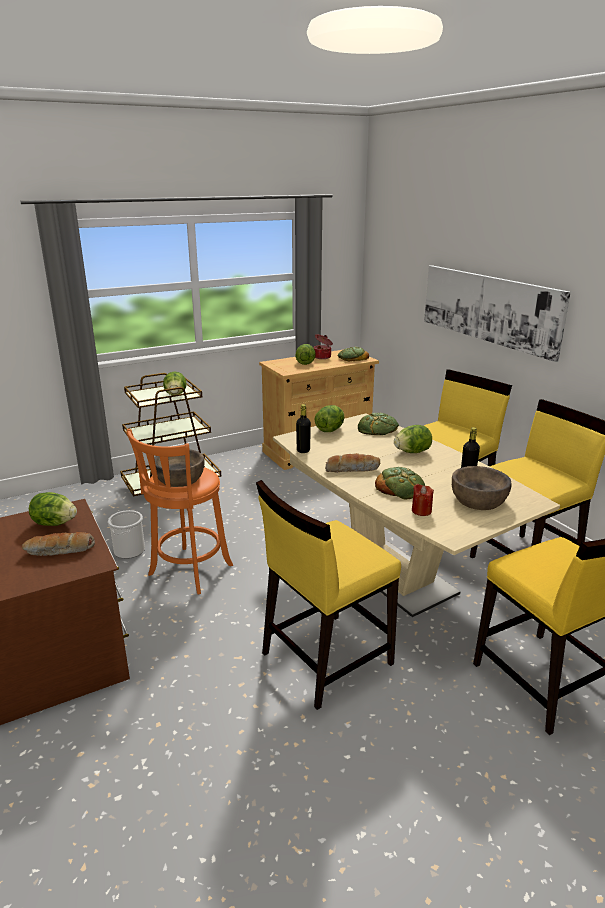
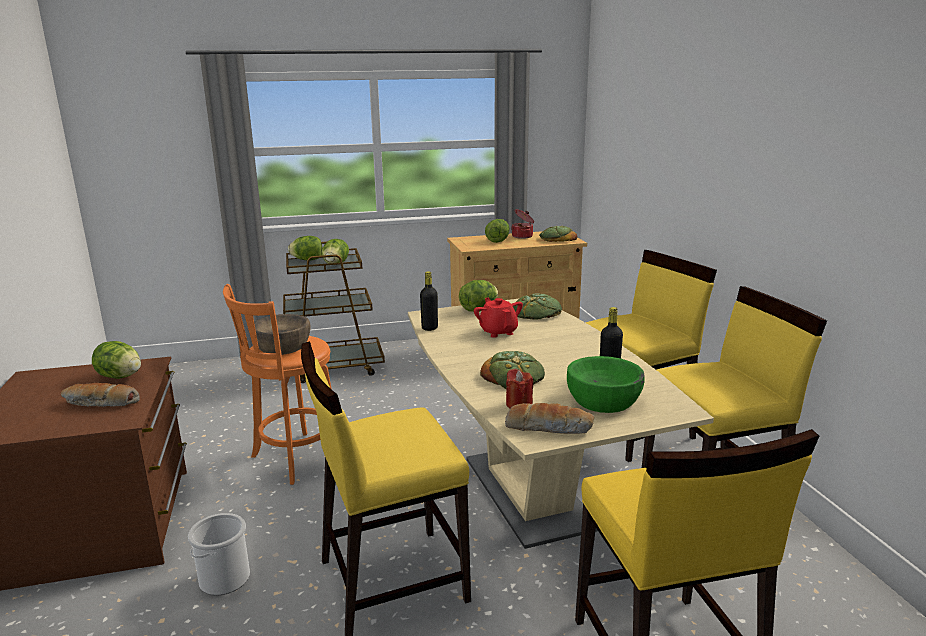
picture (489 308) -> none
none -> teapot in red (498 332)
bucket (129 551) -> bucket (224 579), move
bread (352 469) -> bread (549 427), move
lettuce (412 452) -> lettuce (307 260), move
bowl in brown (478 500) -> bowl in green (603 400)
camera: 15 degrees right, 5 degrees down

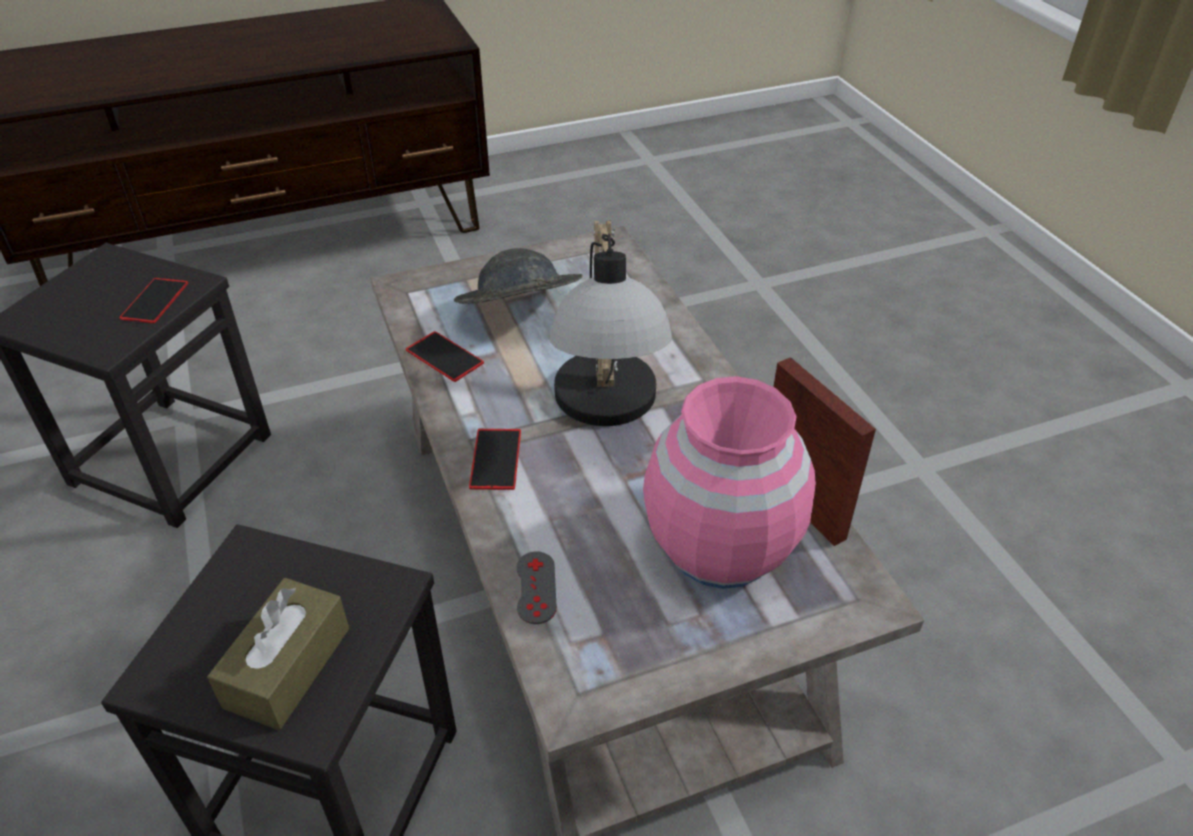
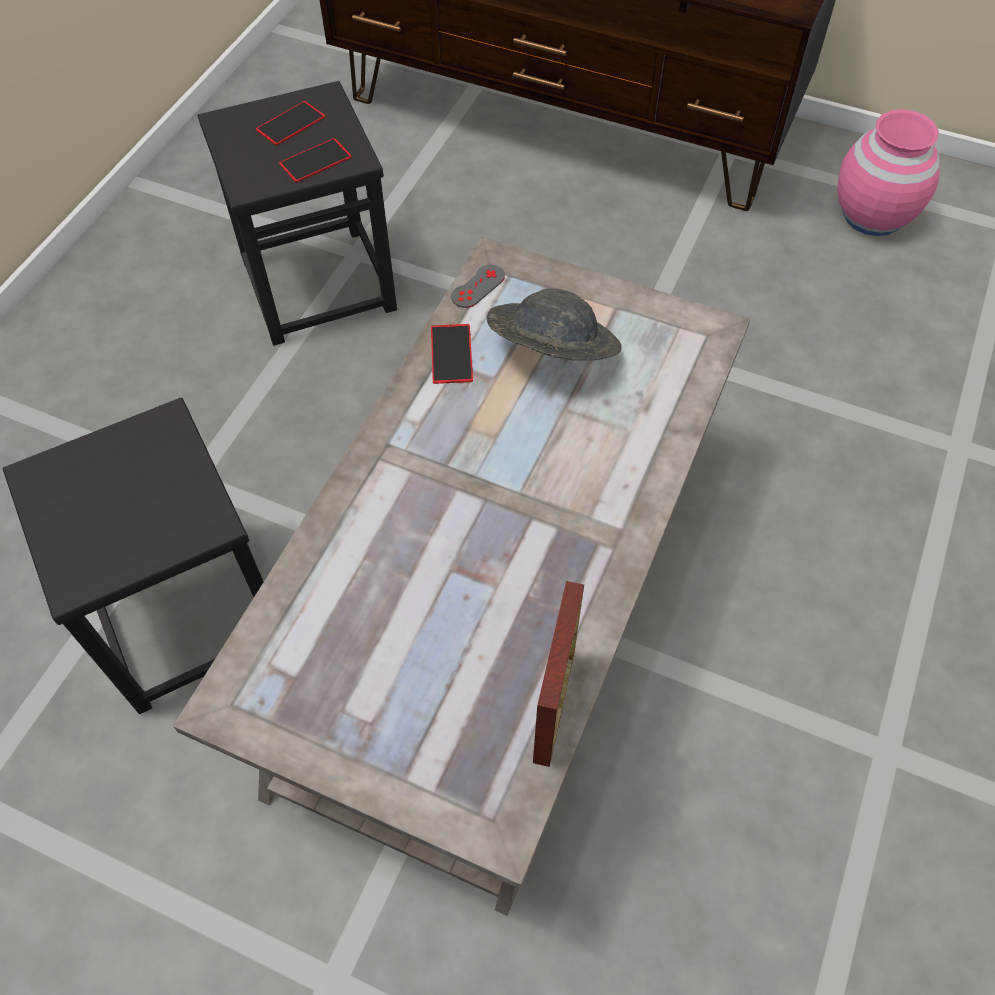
tissue box in brown (288 667) -> none
table lamp (607 412) -> none
phone (496 459) -> phone (290 123), move
game controller in grey (536 587) -> game controller in grey (478 286), move
vase in pink (721 547) -> vase in pink (873 215), move
camera: 45 degrees right, 15 degrees up

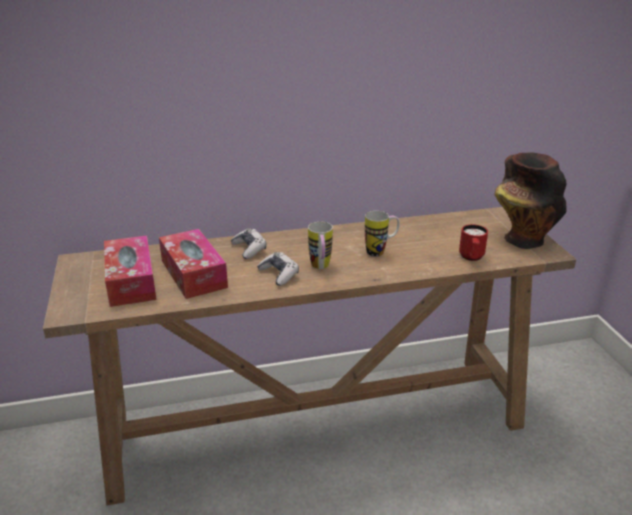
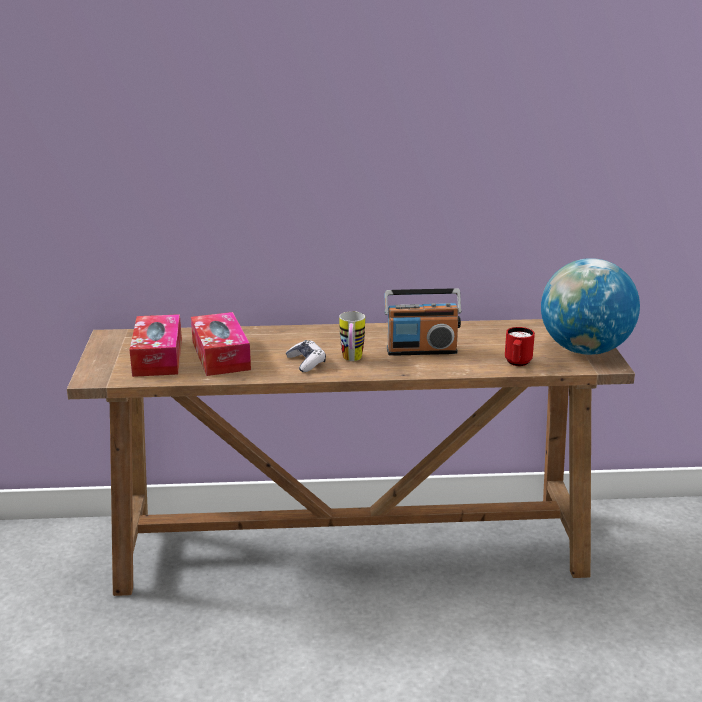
game controller (249 249) -> none
mug (380 251) -> radio (421 350)
vase (522 239) -> globe (584 350)
camera: 10 degrees right, 5 degrees down

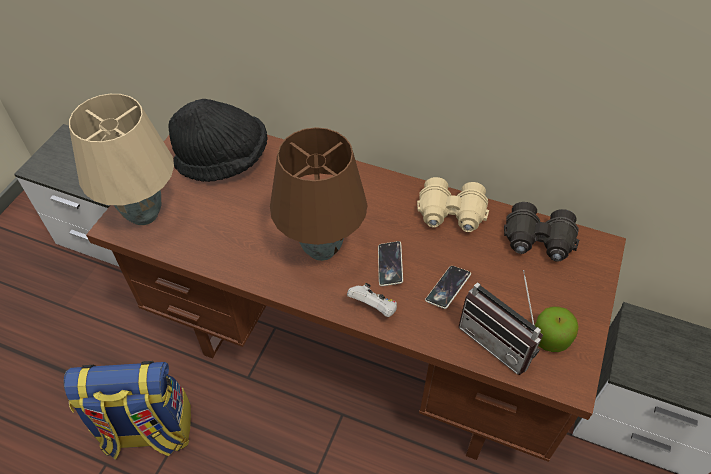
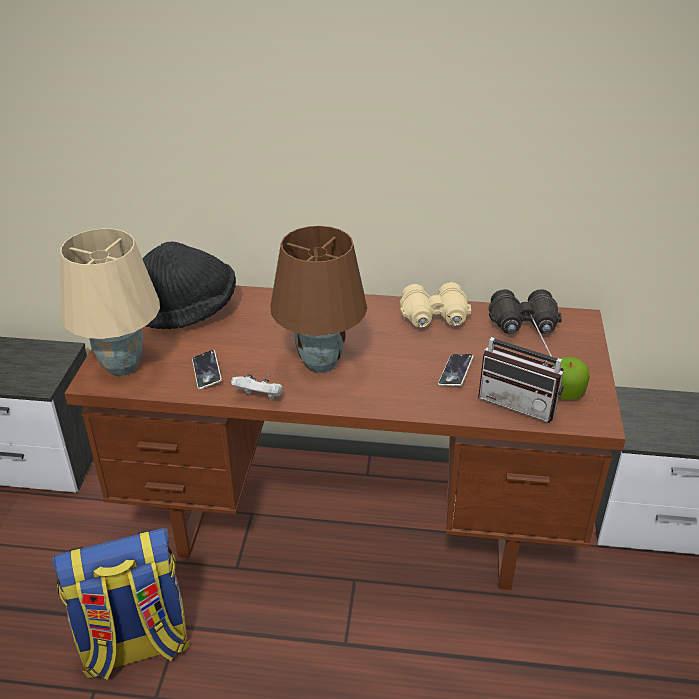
game controller in white (374 308) -> game controller in white (260 397), move
phone (390 265) -> phone (206 372), move
camera: 15 degrees left, 15 degrees down

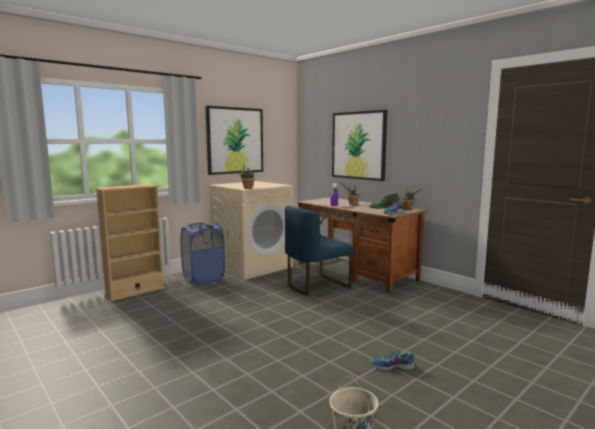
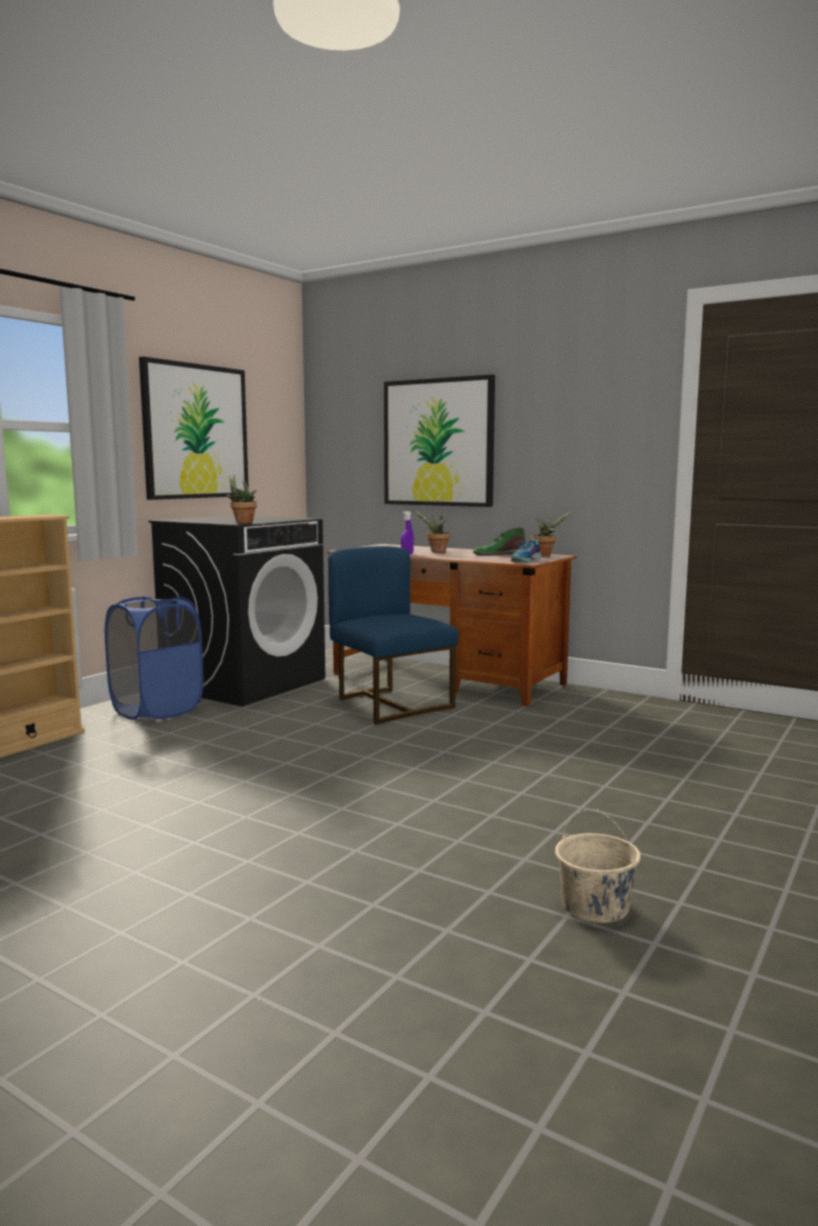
shoe (392 366) -> none
washing machine in beige (252 266) -> washing machine in black (245 683)
chair in blue (316 285) -> chair in blue (390 704), 105 degrees clockwise
camera: 15 degrees left, 0 degrees up

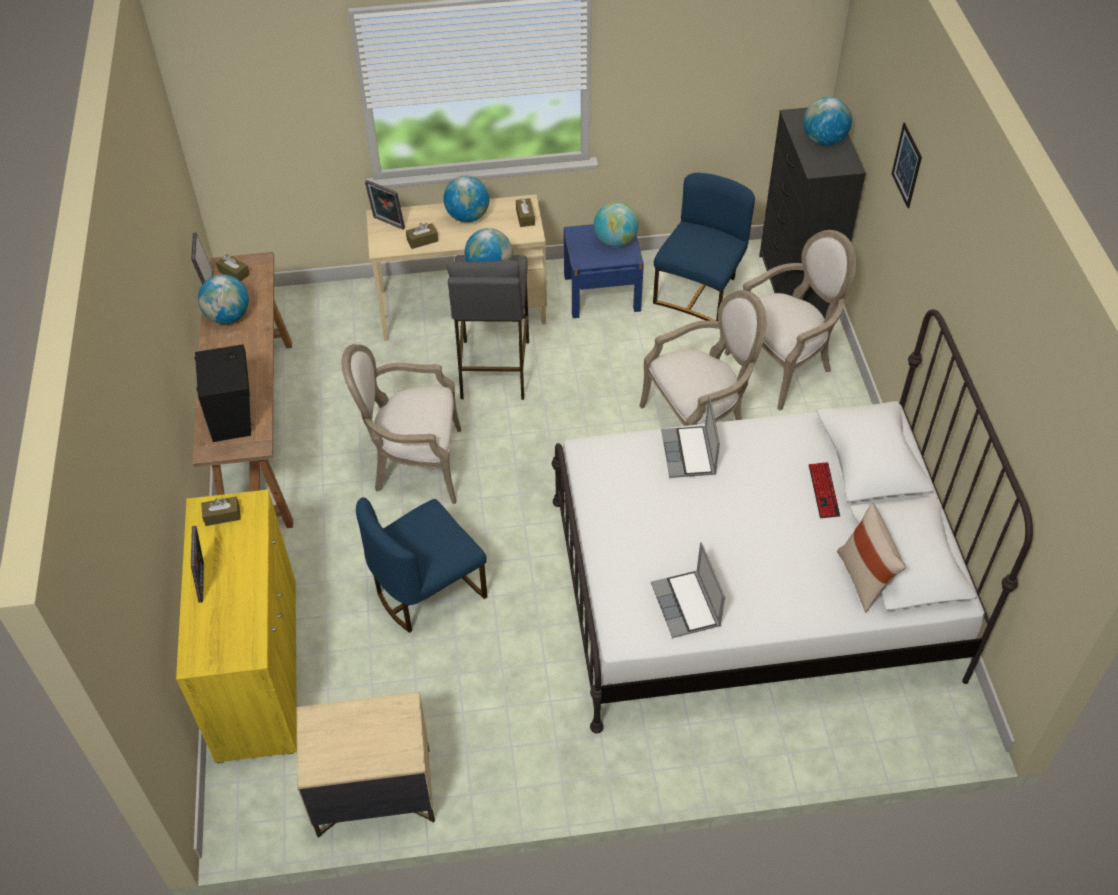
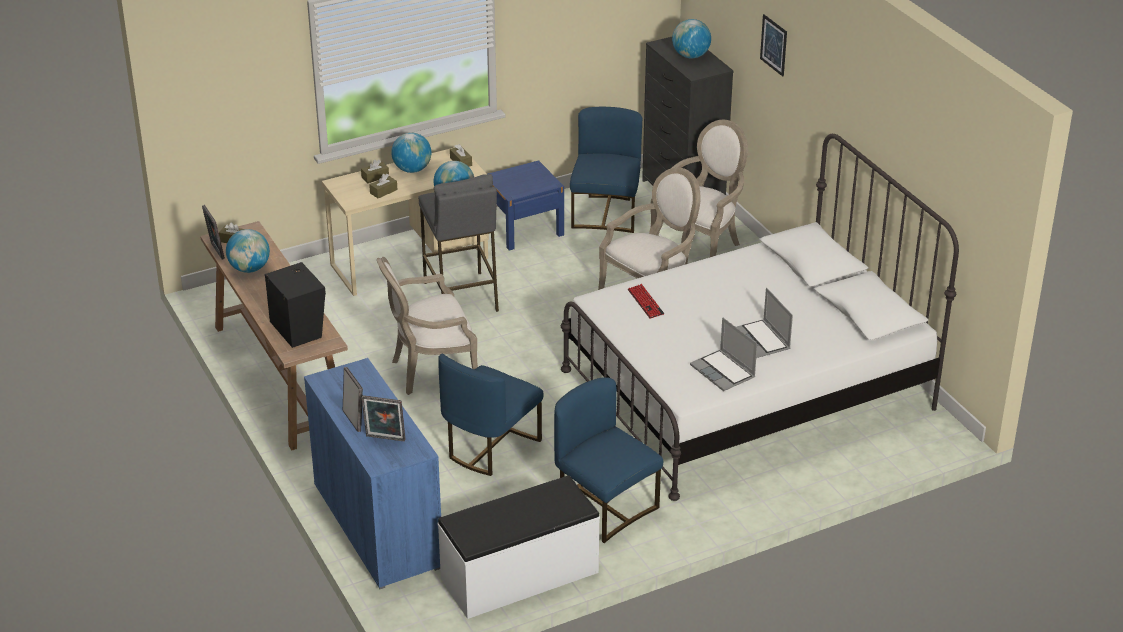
globe (615 241) -> none
pillow in beige (864 578) -> none
none -> chair in blue (605 506)
tissue box in brown (222 515) -> tissue box in brown (375 177), move
picture frame (387 224) -> picture frame (385 439), move
laptop (689 454) -> laptop (761 340), move
keyboard (823 491) -> keyboard (645 302), move
nightstand in beige (373 793) -> bench in white (520 576)
cabinet in yellow (258 669) -> cabinet in blue (378 526)
camera: 20 degrees left, 15 degrees down

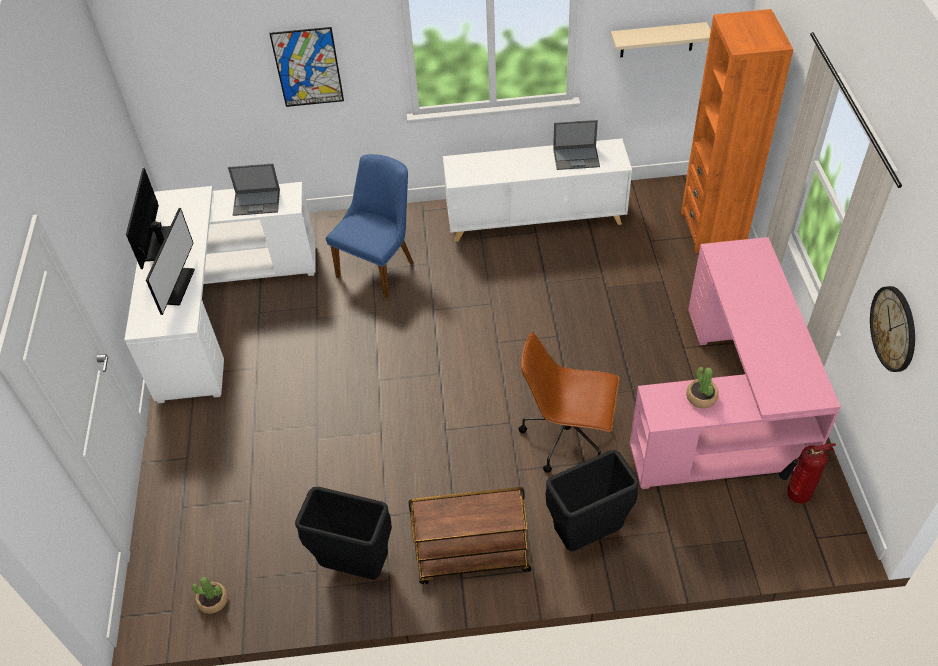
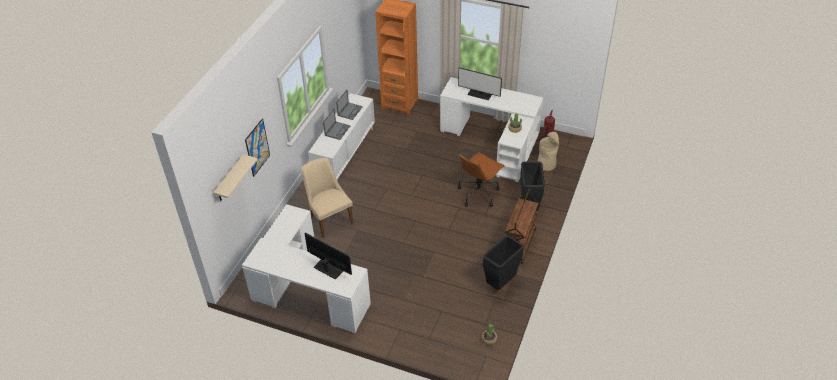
wall clock (893 328) -> none
none -> trash can in beige (546 164)
monitor (158 244) -> monitor (479 94), move
laptop (257 202) -> laptop (337 130), move
shelf in beige (657 40) -> shelf in beige (230 179), move
chair in blue (380 265) -> chair in beige (328 218)
desk in pink (730 407) -> desk in white (495 141)
camera: 65 degrees left, 5 degrees down

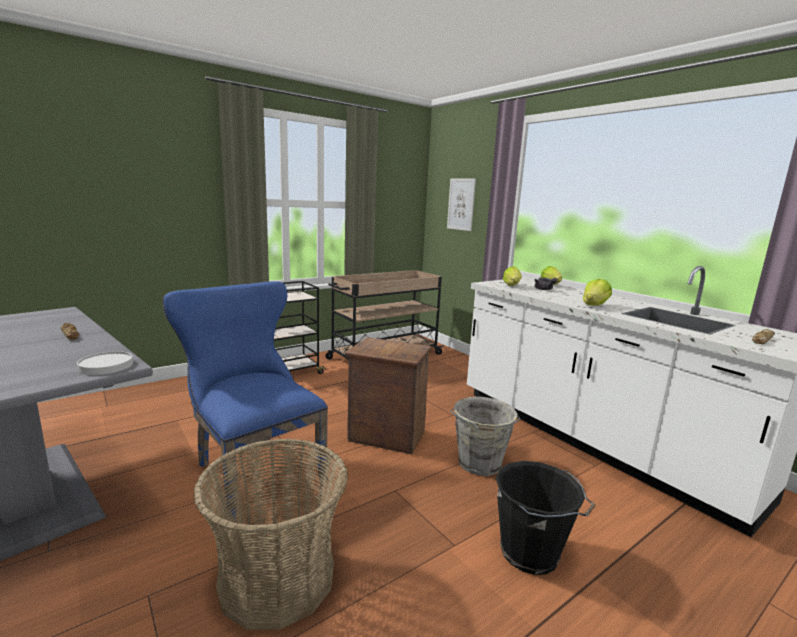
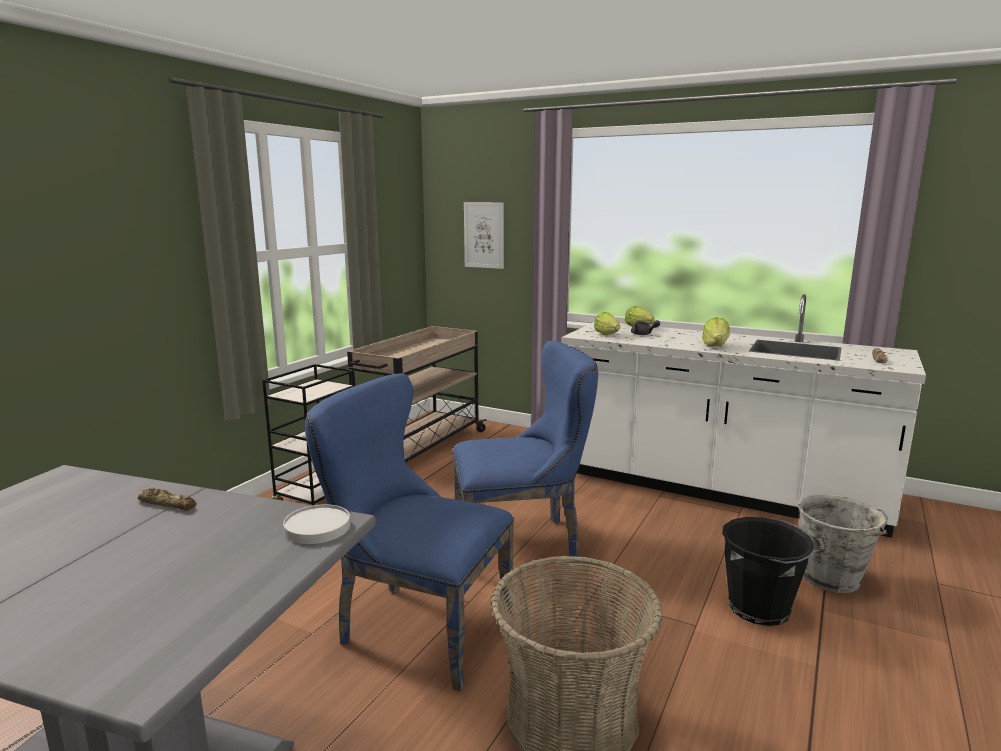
bucket in grey (479 464) -> bucket in grey (832 579), move
crate (386 435) -> chair in blue (523 541)
camera: 25 degrees left, 0 degrees up

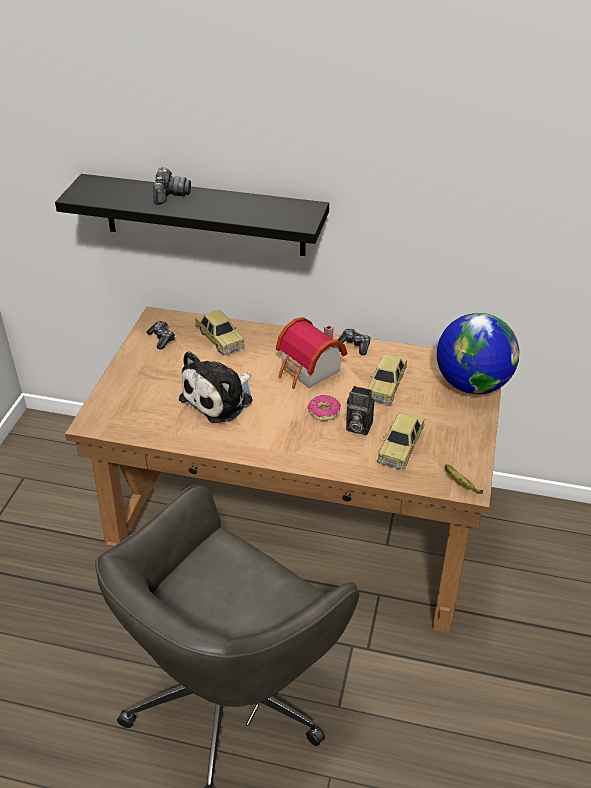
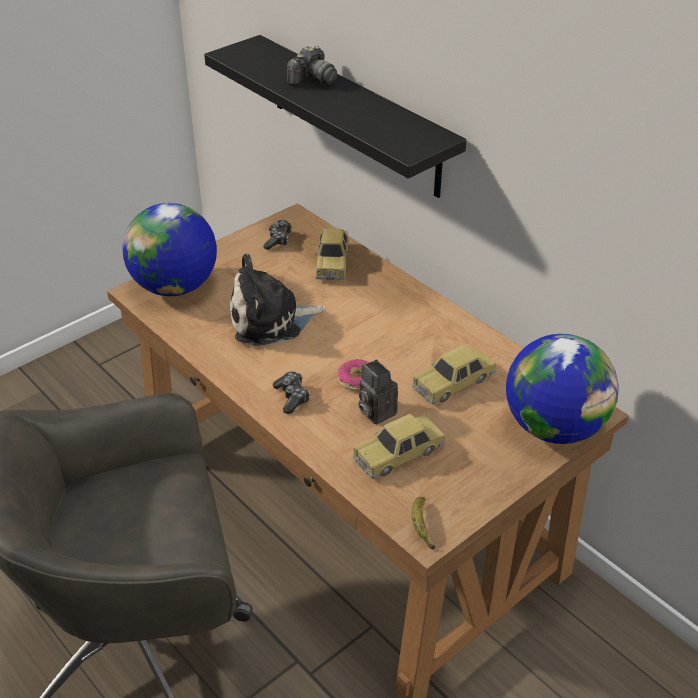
toy house (309 371) -> none
none -> globe (175 287)
game controller (354 345) -> game controller (292 397), move
camera: 35 degrees right, 0 degrees up

